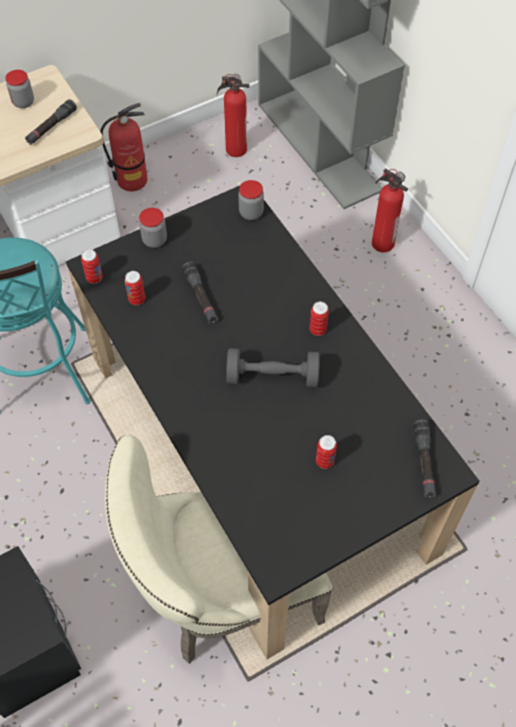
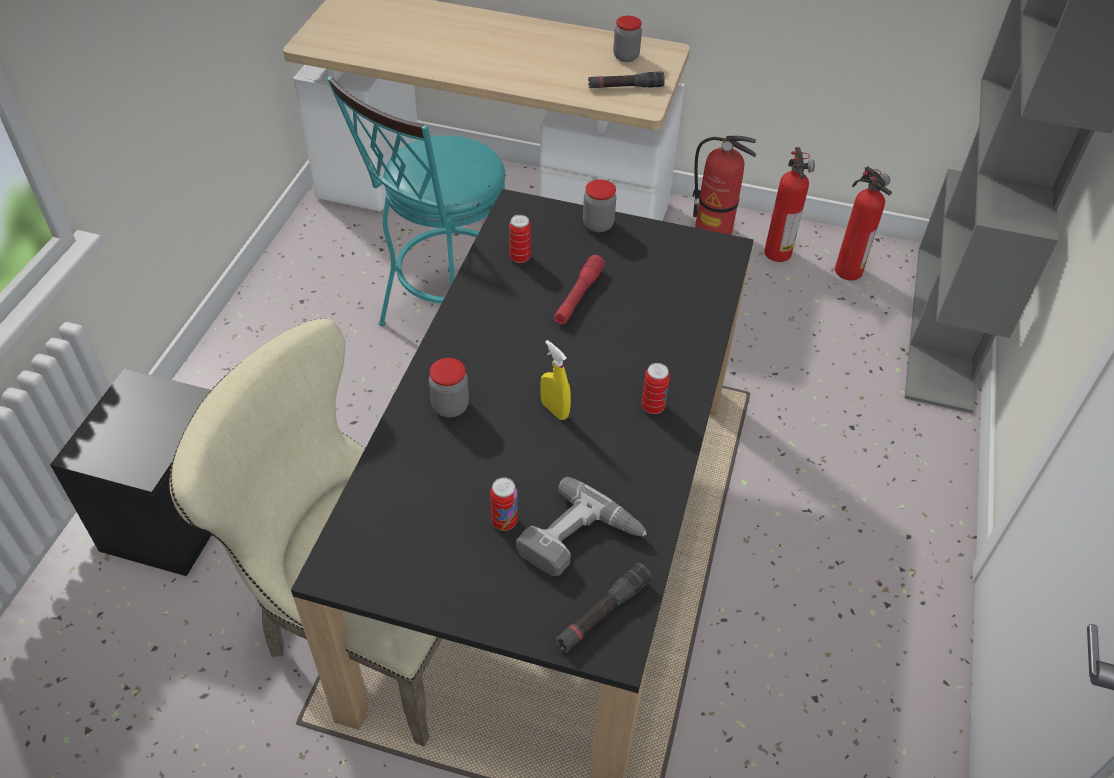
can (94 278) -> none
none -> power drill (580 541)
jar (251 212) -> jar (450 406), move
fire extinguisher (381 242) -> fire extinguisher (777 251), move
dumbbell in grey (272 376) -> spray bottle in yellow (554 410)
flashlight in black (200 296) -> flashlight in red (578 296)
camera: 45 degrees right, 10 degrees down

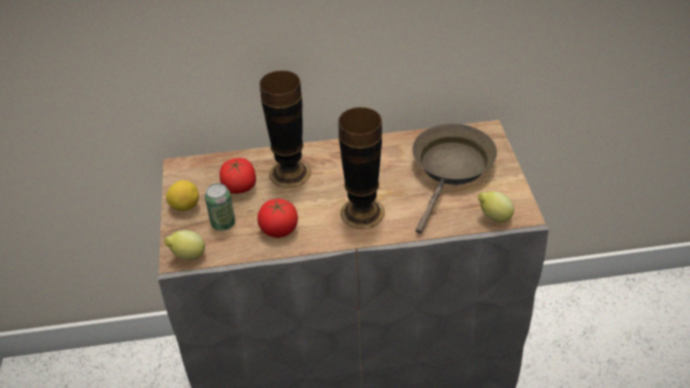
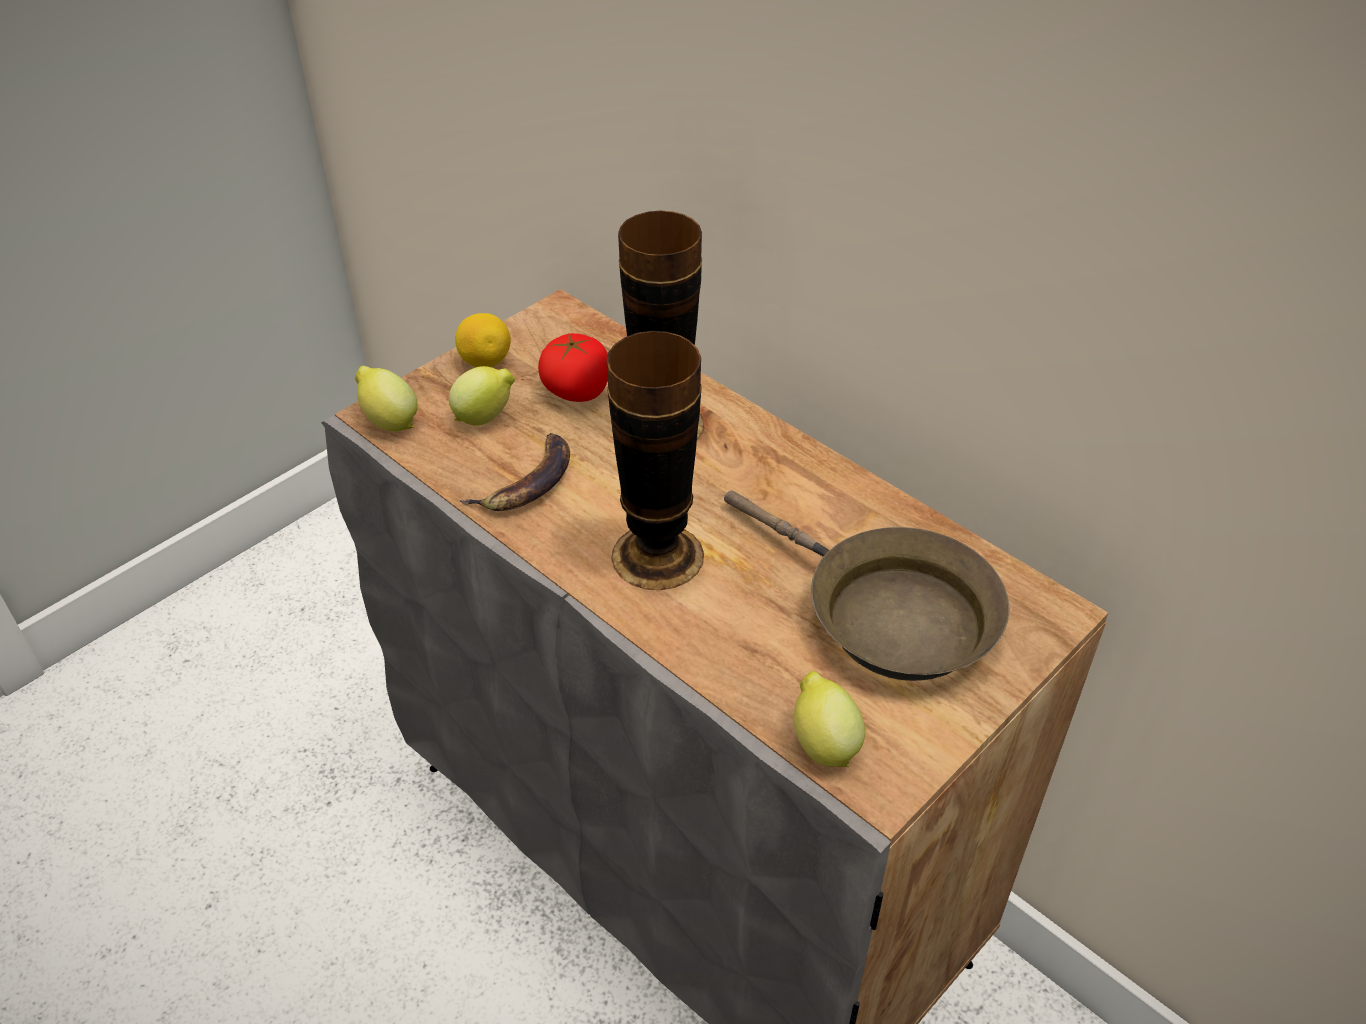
can (223 223) -> lemon (485 418)
tomato (279 229) -> banana (527 482)
frying pan in brown (451 169) -> frying pan in brown (887 614), 60 degrees clockwise
camera: 50 degrees right, 0 degrees up

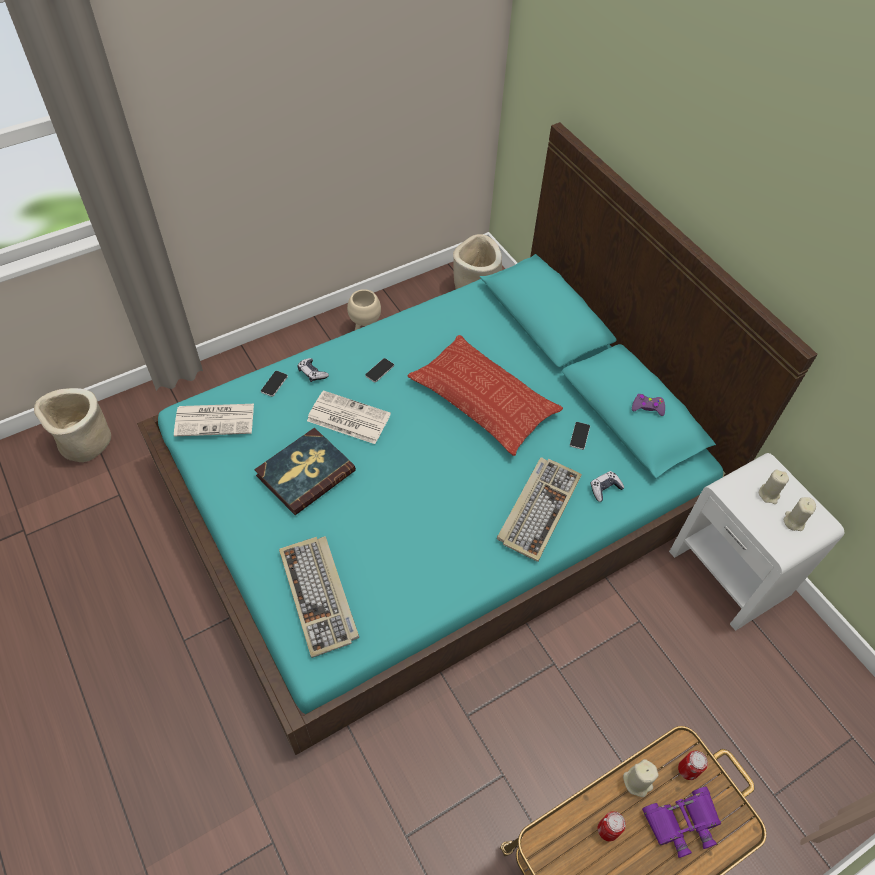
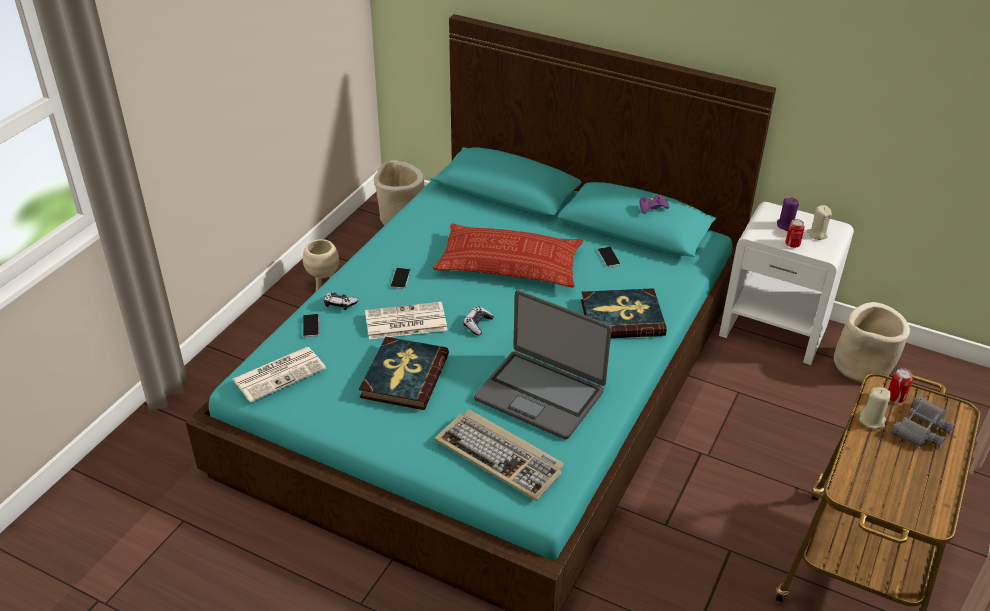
none -> laptop (540 394)
planter in beige (84 443) -> planter in beige (861 367), move
game controller (605 489) -> game controller (477 324), move
can (607 830) -> can (792 244), move
keyboard (538 508) -> book (622 317)
binoculars in purple (682 822) -> binoculars in grey (921 428)
candle in beige (769 494) -> candle in purple (786 225)
camera: 30 degrees left, 15 degrees down

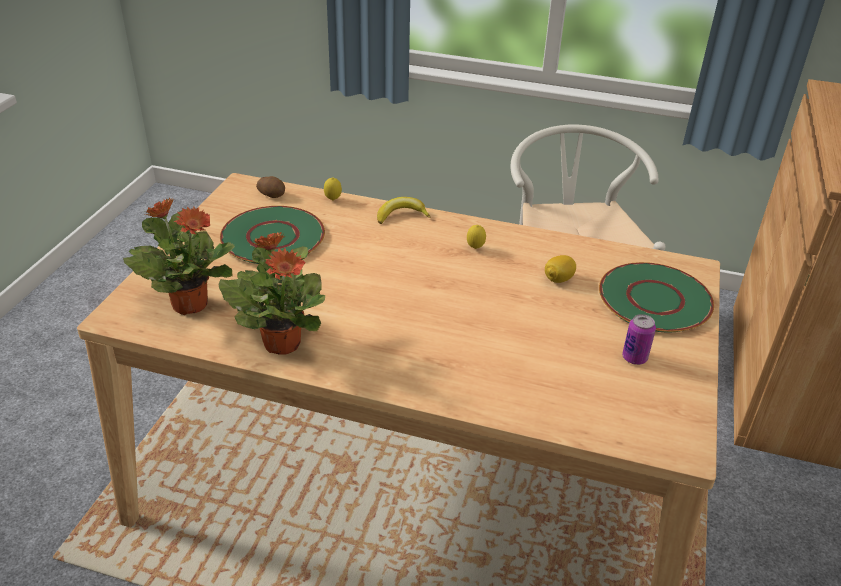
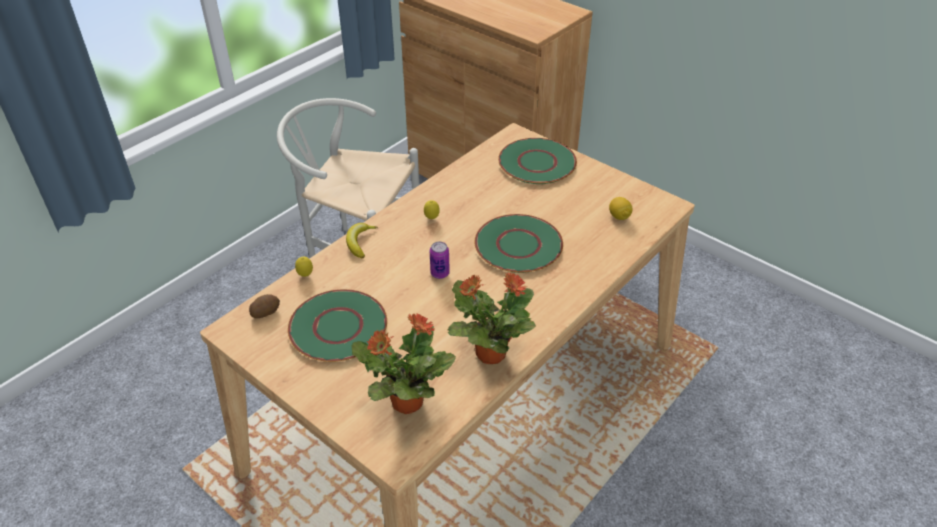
none -> plate in green (519 245)
lemon (558 279) -> lemon (619 216), move
can (634 358) -> can (440 273), move
camera: 65 degrees left, 5 degrees up

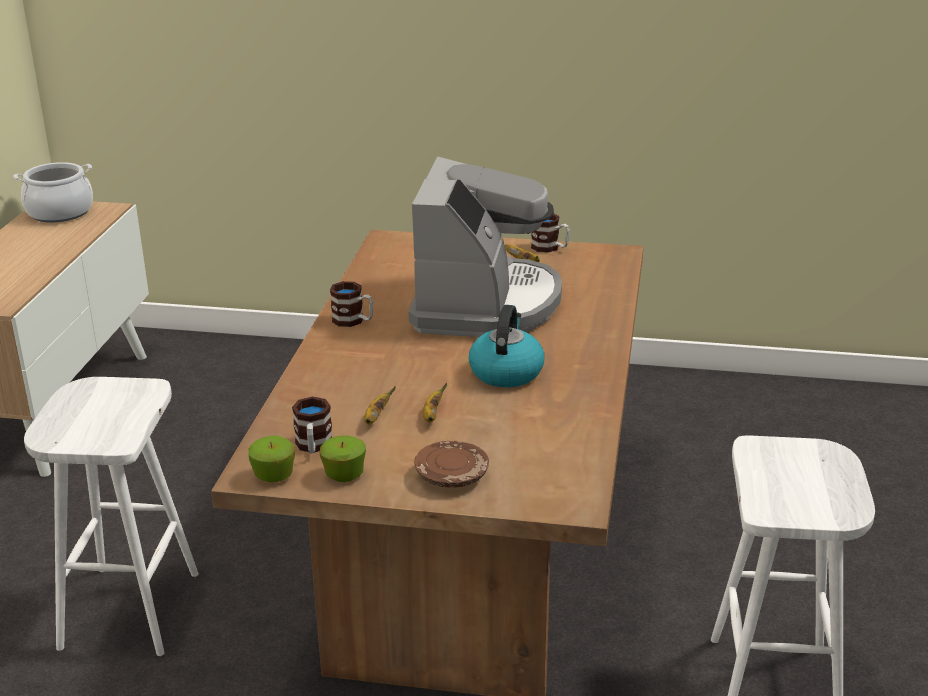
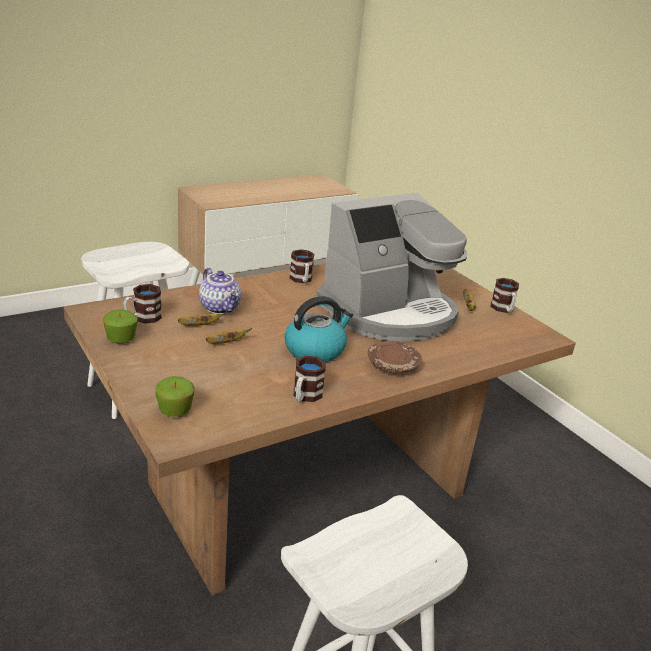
cooking pot (60 212) -> none
none -> teapot (221 308)
none -> mug (305 396)
apple (274 476) -> apple (175 410), move
plate in brown (452 475) -> plate in brown (393 366), move
camera: 45 degrees right, 0 degrees up

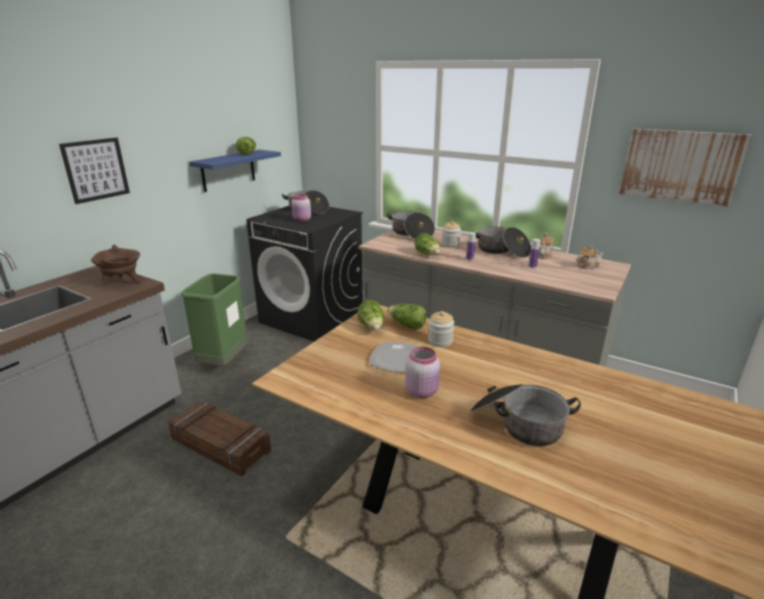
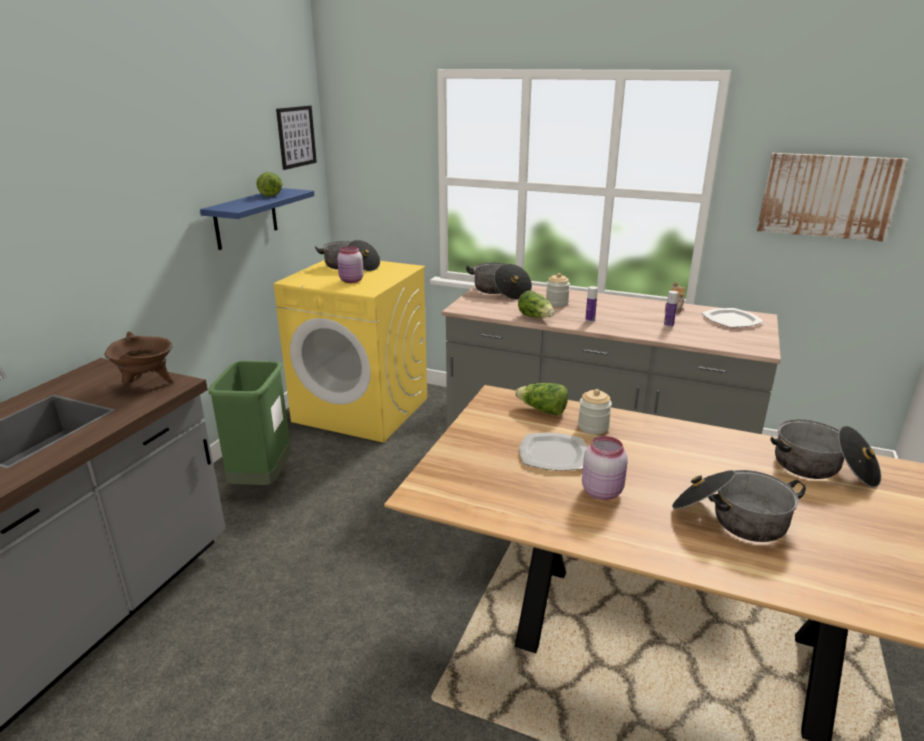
crate (221 444) -> none
lettuce (372 327) -> none
picture (96 170) -> picture (296 137), move
cooking pot (501 251) -> cooking pot (822 469), move
teapot (587 266) -> plate (730 320)
washing machine in black (312 318) -> washing machine in yellow (362 409)
camera: 10 degrees left, 0 degrees up

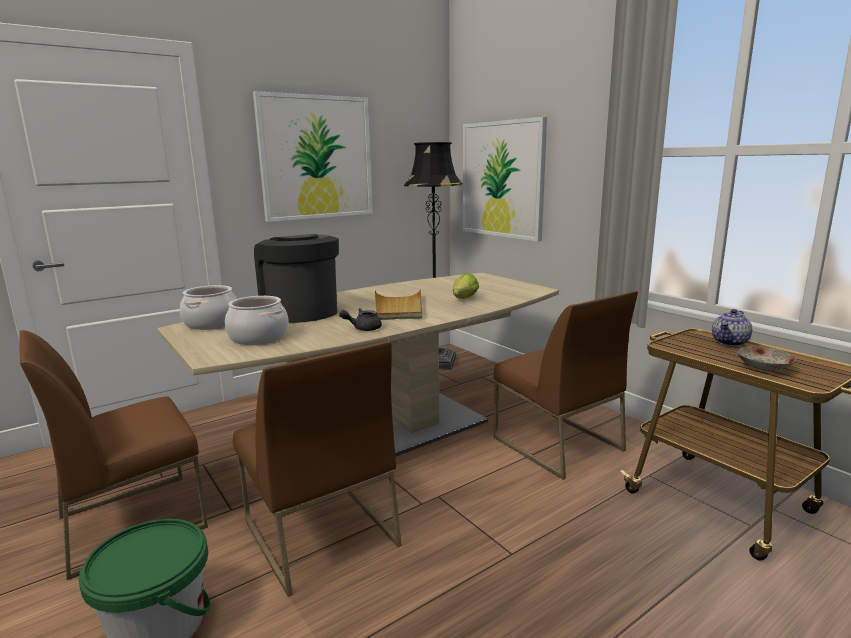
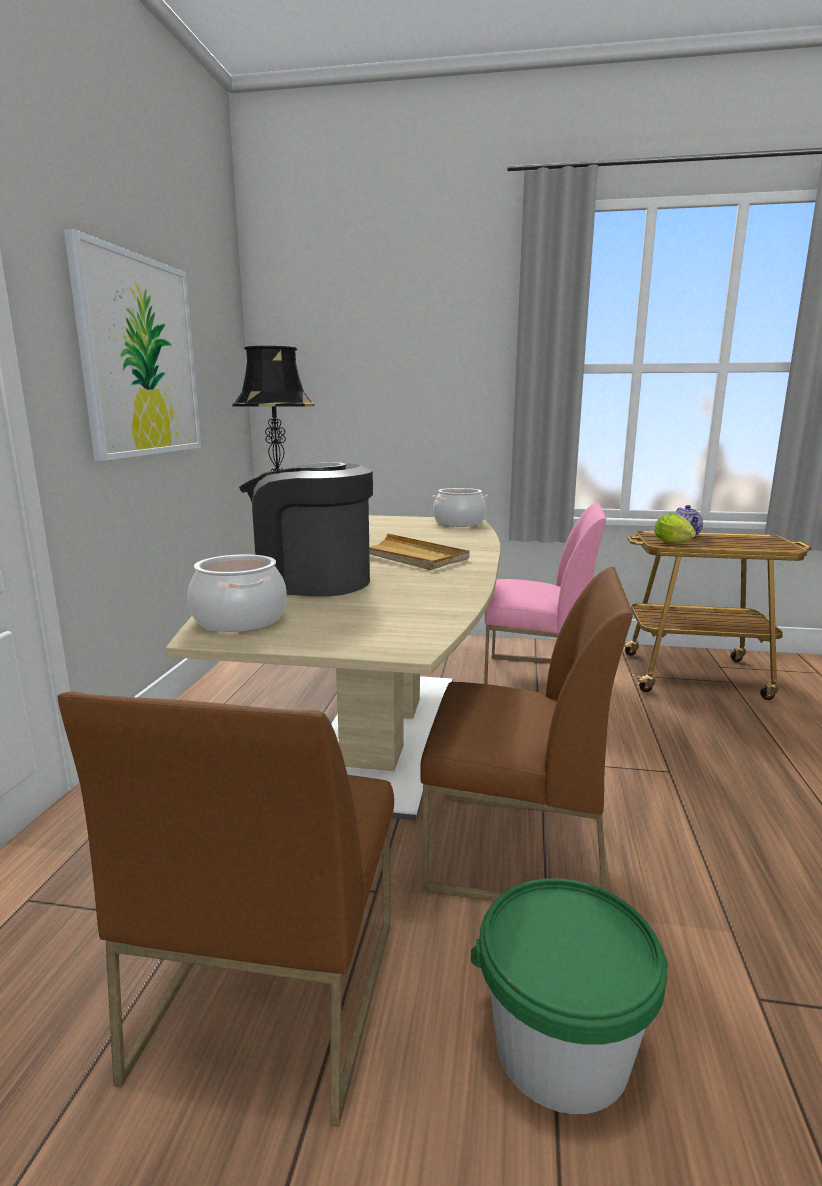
teapot in grey (363 328) -> none
picture (502 179) -> none
plate (762 366) -> none
cooking pot (258 337) -> cooking pot (459 523), move
lettuce (463 299) -> lettuce (675 543), move
chair in brown (556 444) -> chair in pink (537 678)
camera: 45 degrees left, 0 degrees up

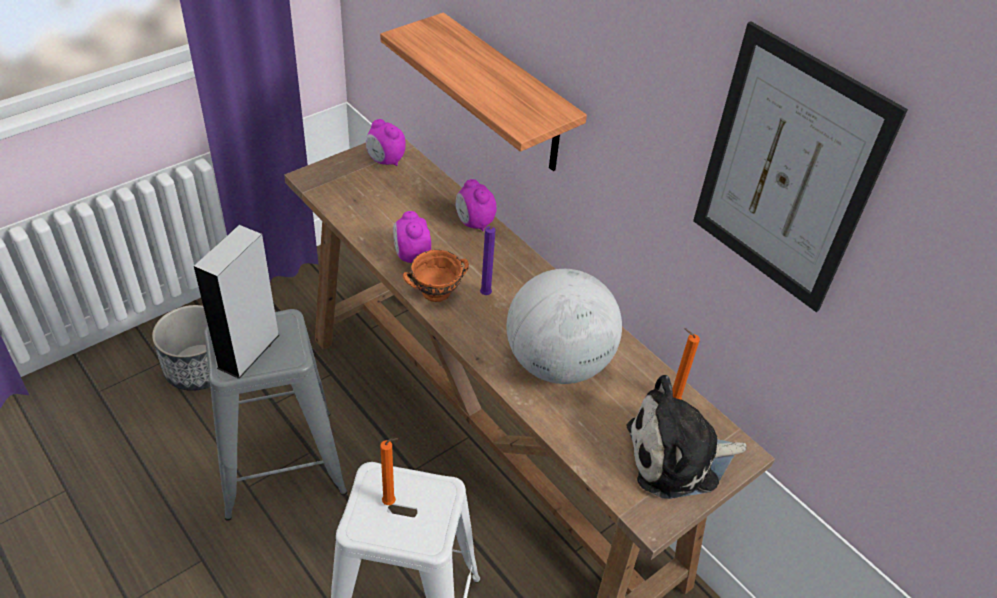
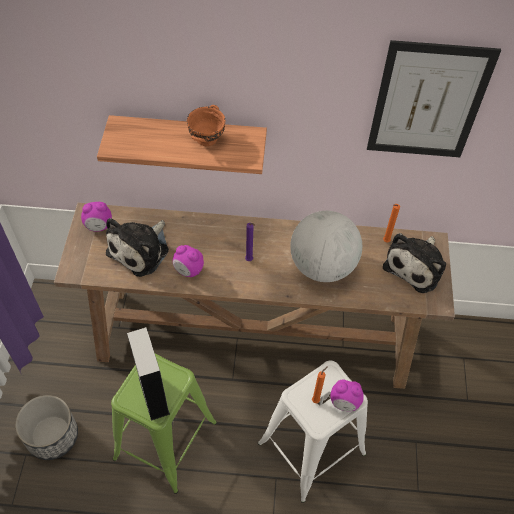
none -> plush toy (141 250)
bowl in orange (434 291) -> bowl in orange (206 139), move
alarm clock (474 223) -> alarm clock (344 402), move
stool in grey (281 463) -> stool in green (166 439)
camera: 45 degrees left, 10 degrees up

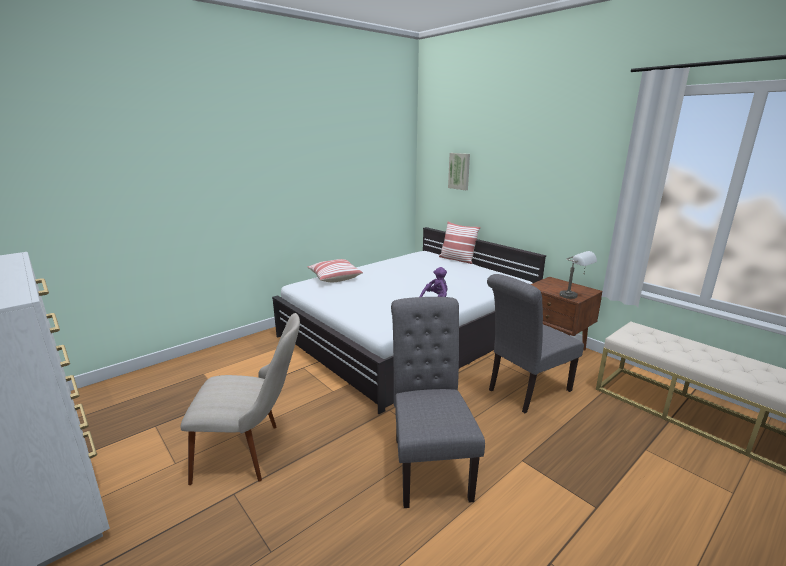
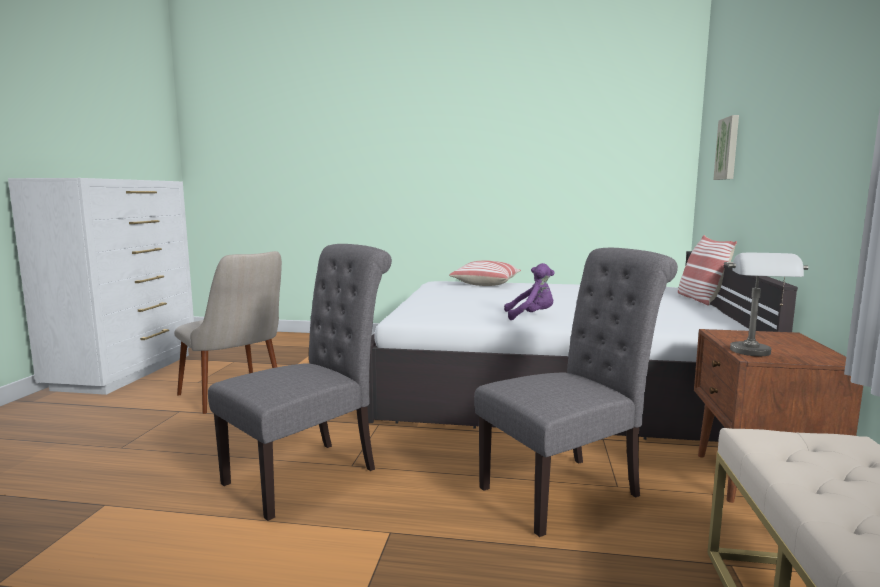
chair in grey (525 391) -> chair in grey (568 490), 135 degrees clockwise
camera: 50 degrees right, 10 degrees down

